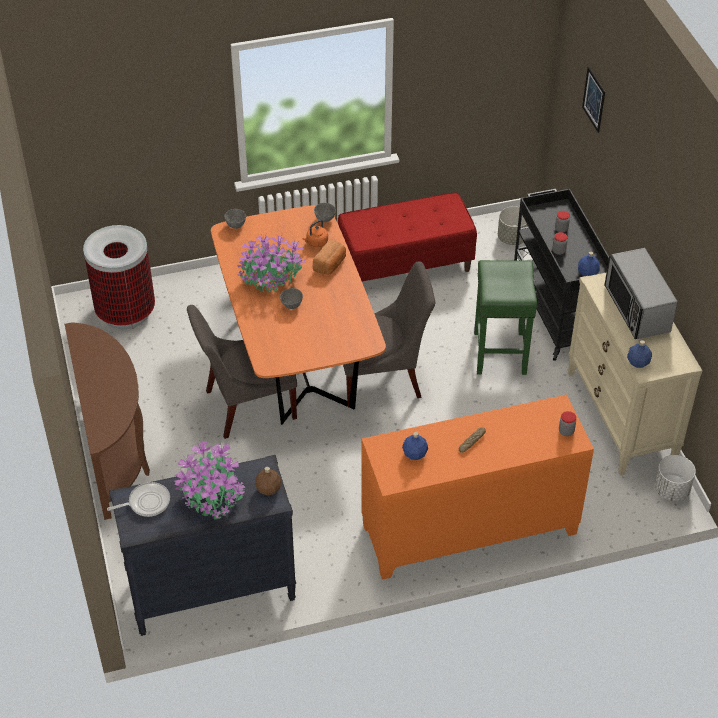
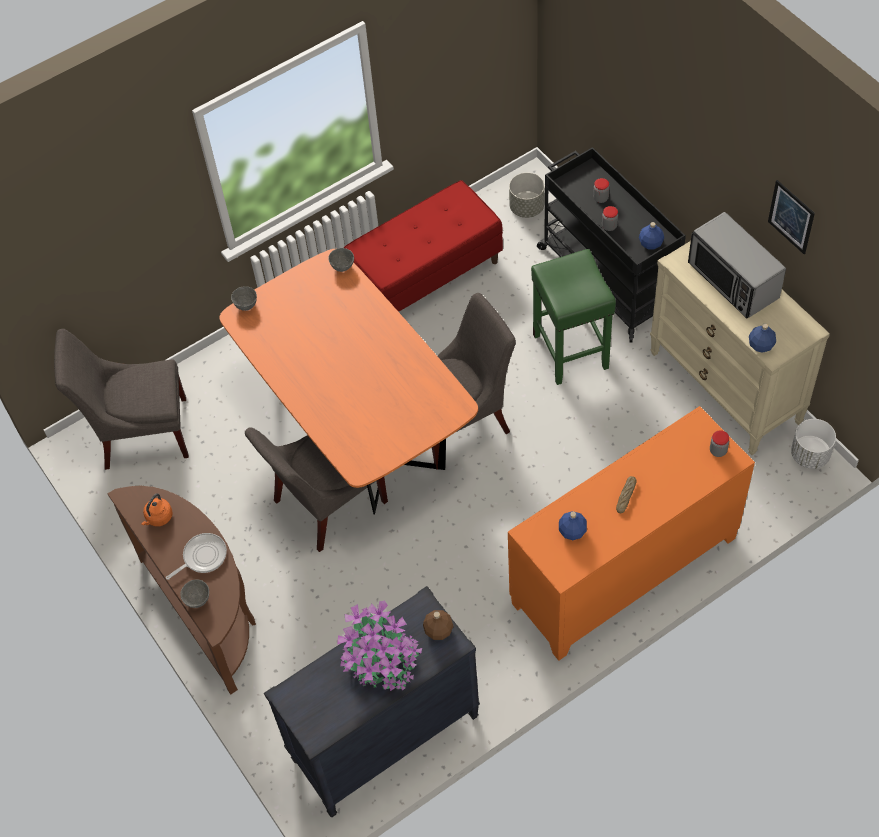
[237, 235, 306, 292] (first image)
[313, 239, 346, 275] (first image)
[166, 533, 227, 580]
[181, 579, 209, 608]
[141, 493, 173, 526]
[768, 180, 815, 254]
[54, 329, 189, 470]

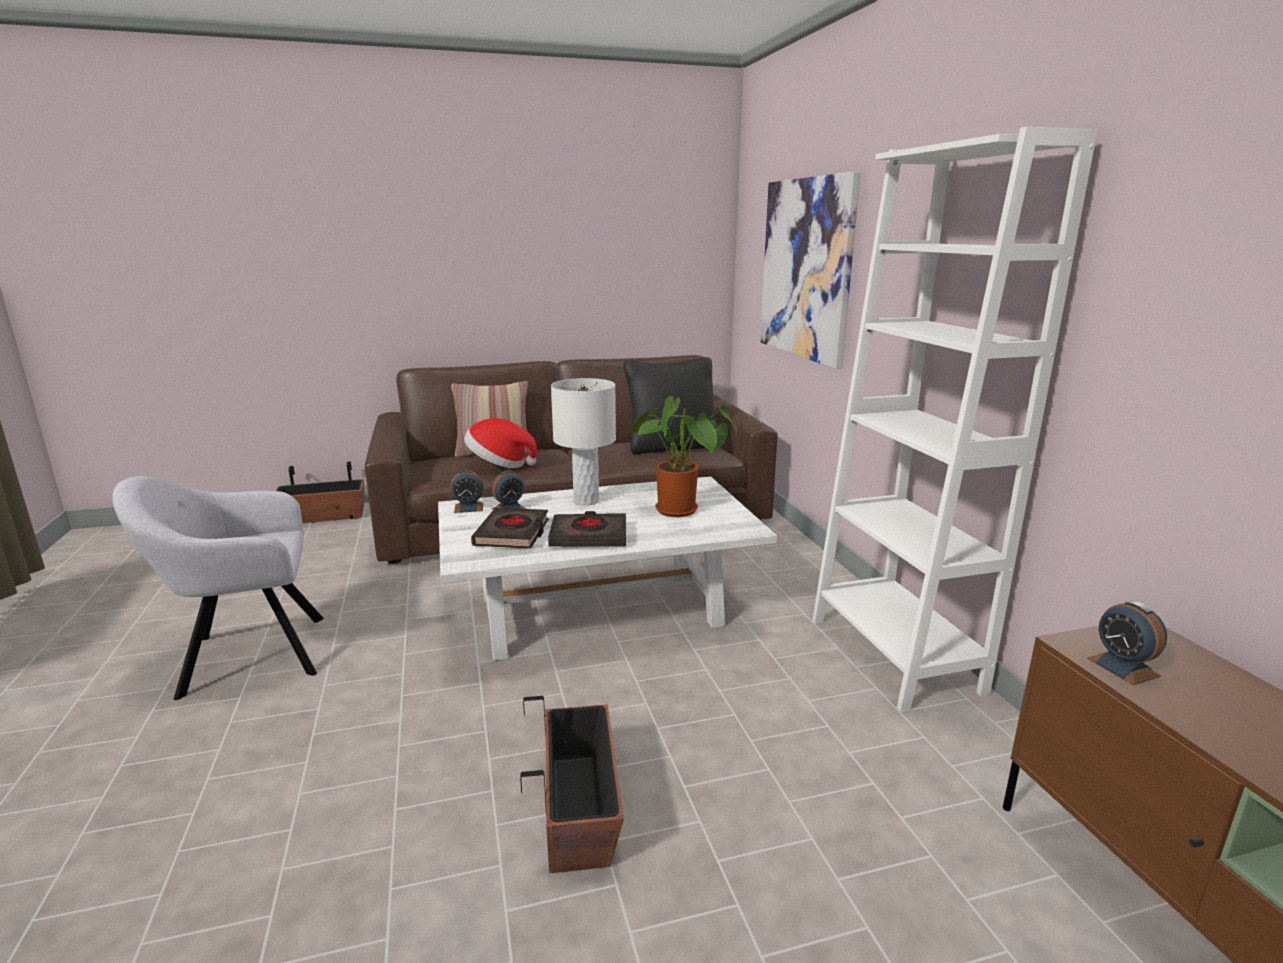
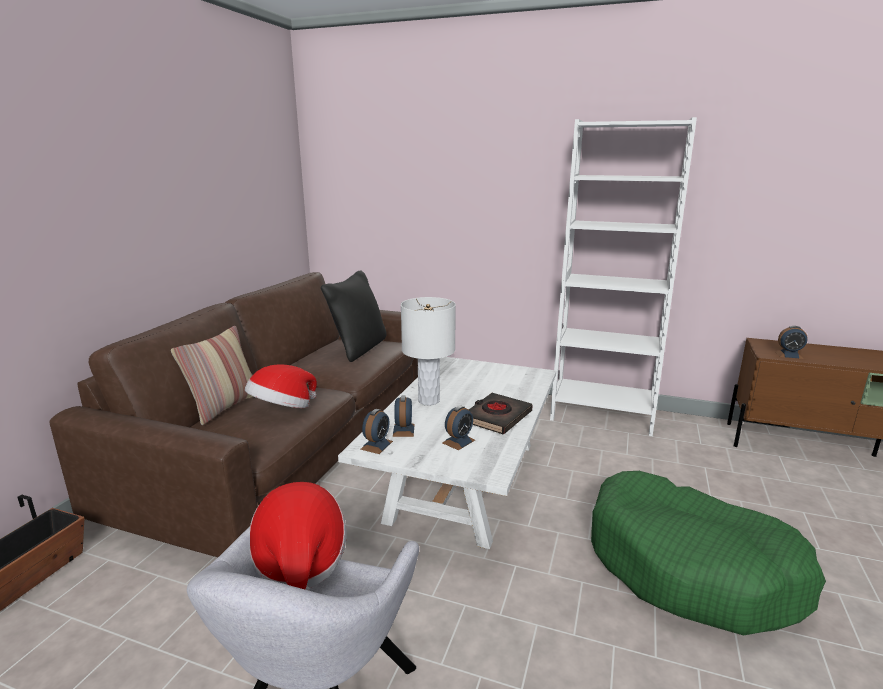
[632, 396, 737, 517] (first image)
[760, 171, 860, 369] (first image)
[249, 482, 347, 591]
[442, 406, 475, 450]
[591, 471, 826, 636]

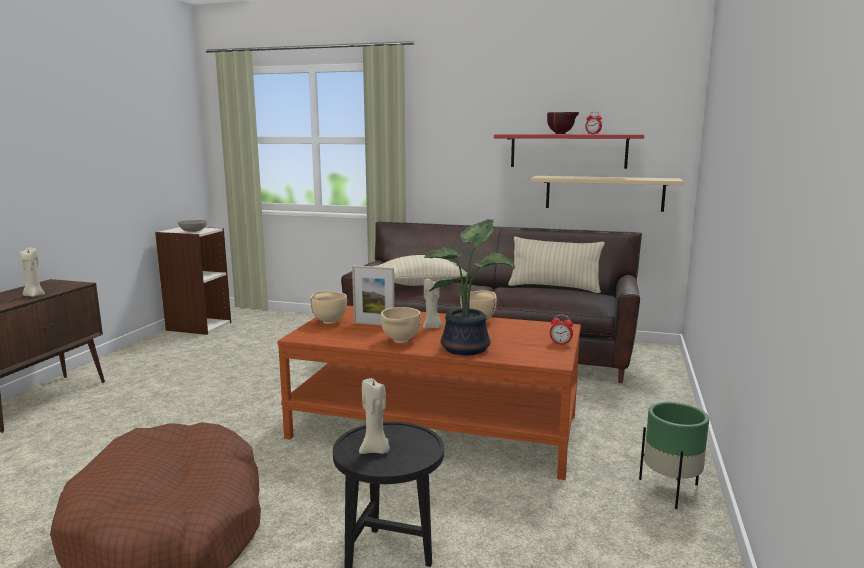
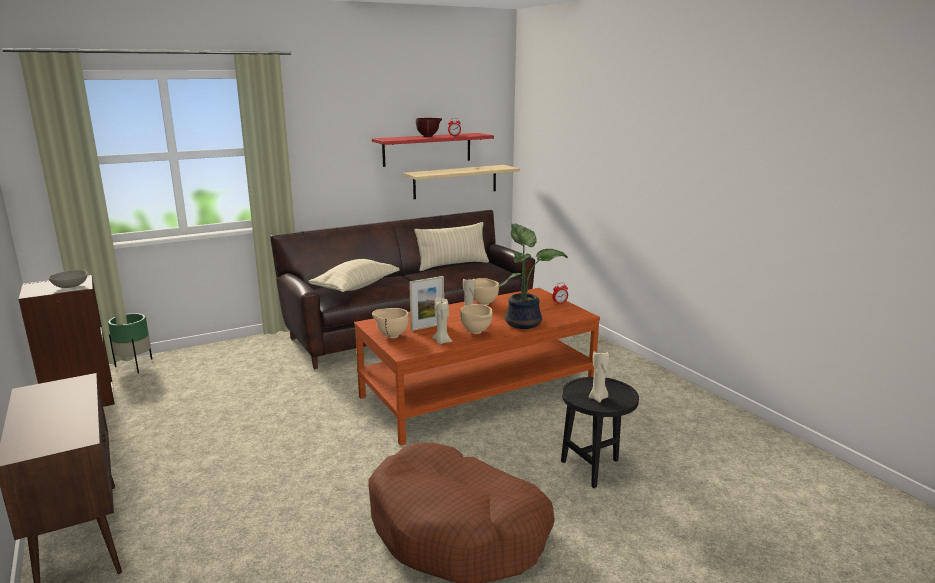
[432, 298, 452, 344]
[108, 313, 152, 373]

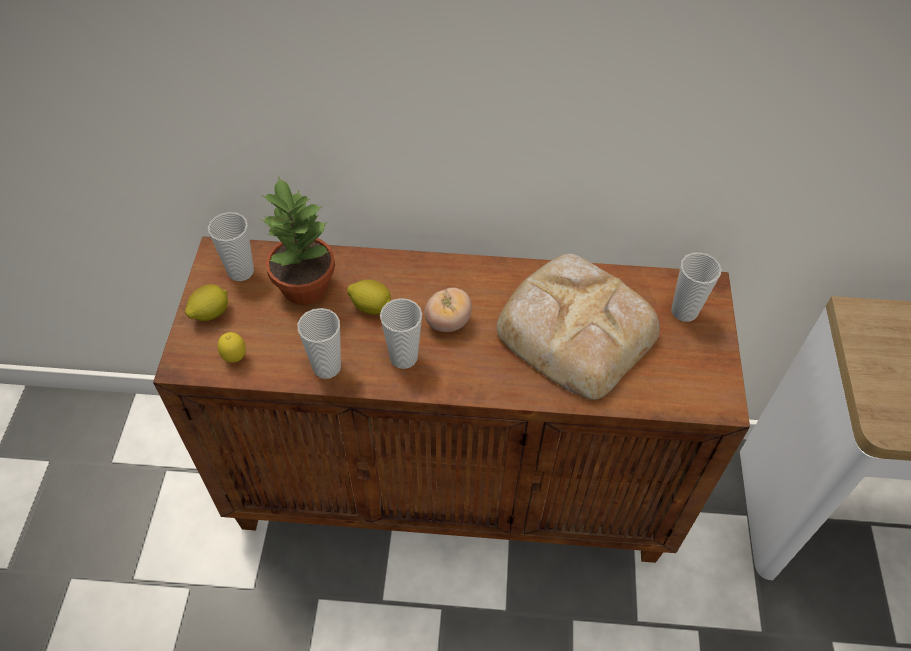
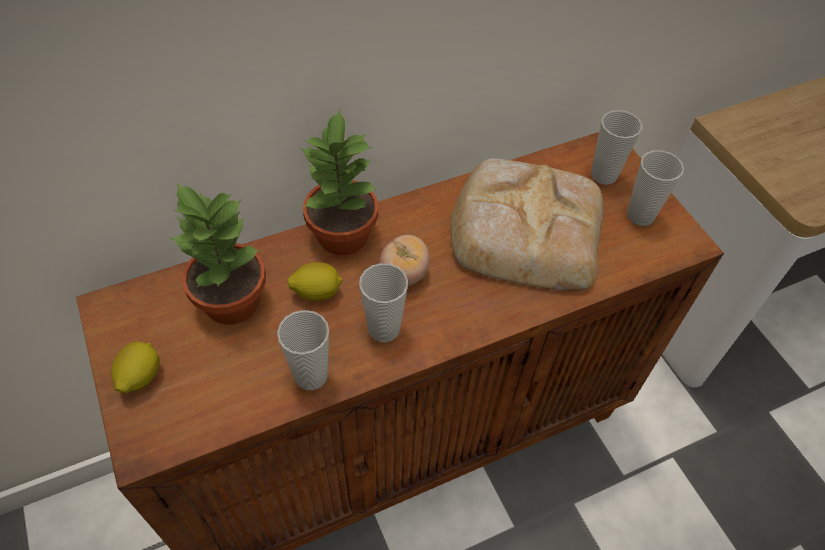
[218, 332, 246, 363] (first image)
[301, 109, 378, 255]
[627, 150, 684, 226]

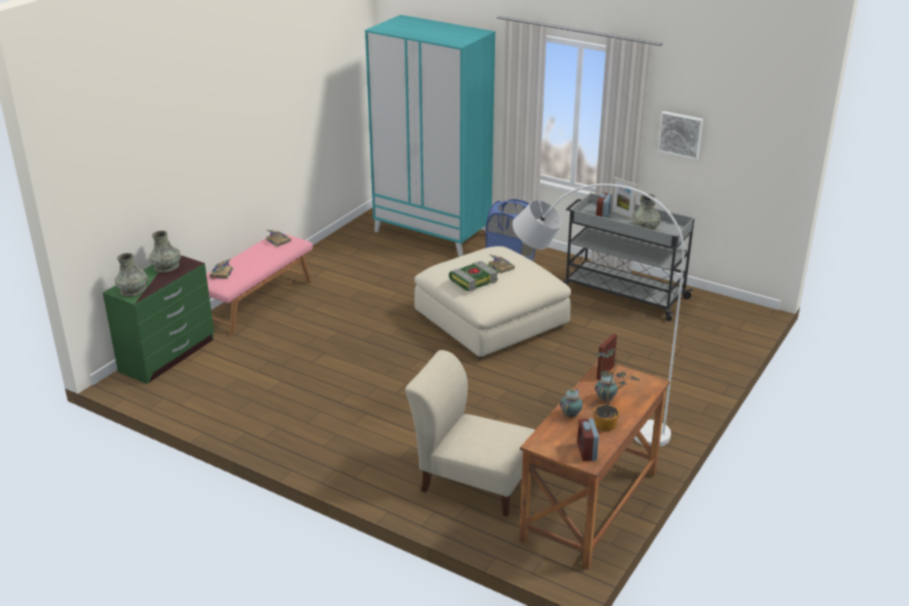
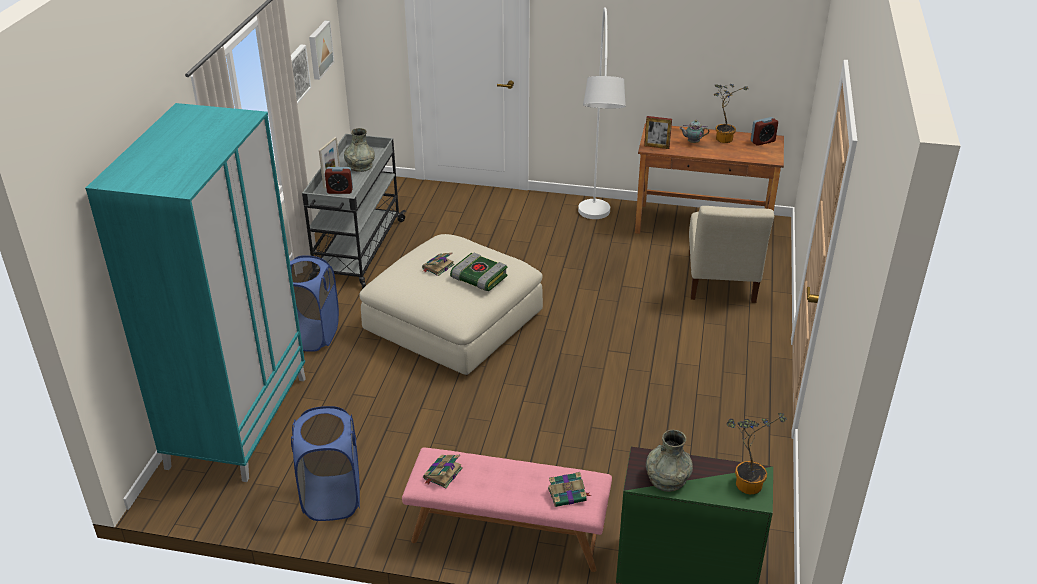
[560, 389, 583, 418] (first image)
[291, 406, 360, 521]
[309, 21, 334, 80]
[726, 413, 787, 494]

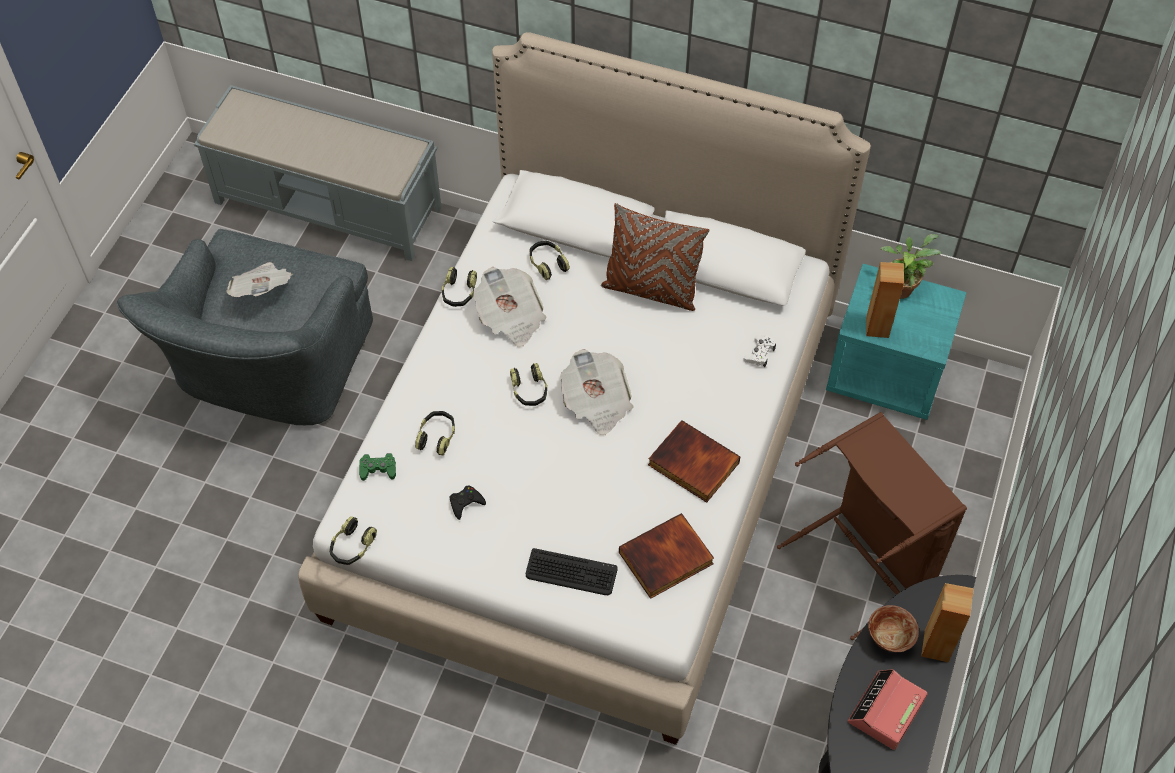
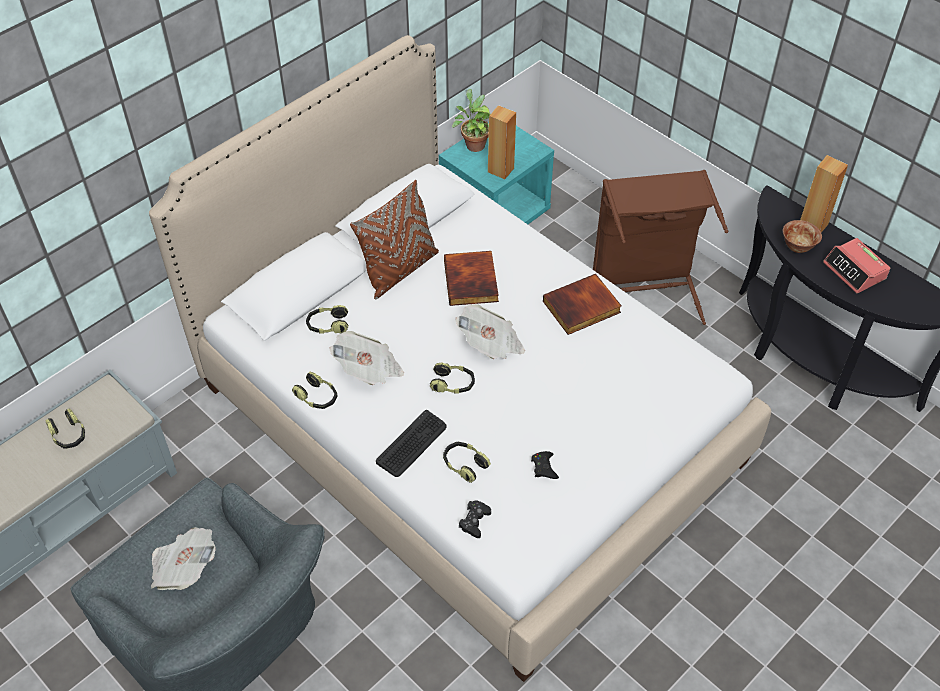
[743, 335, 776, 367] (first image)
[46, 409, 85, 449]
[376, 410, 446, 477]
[444, 251, 499, 306]
[459, 501, 491, 538]

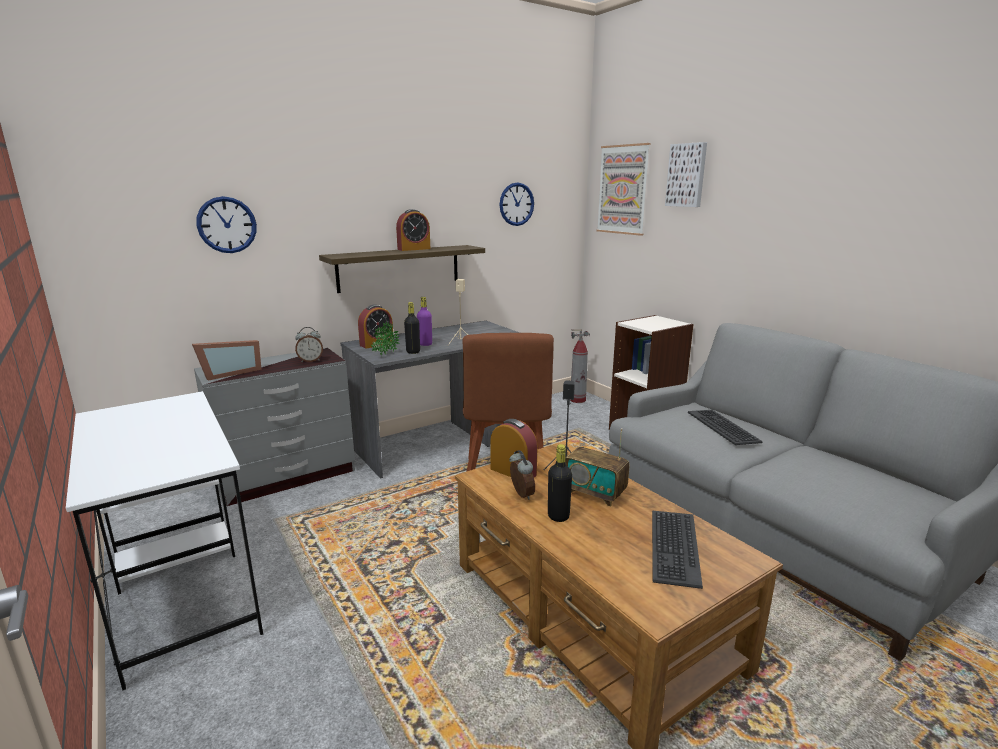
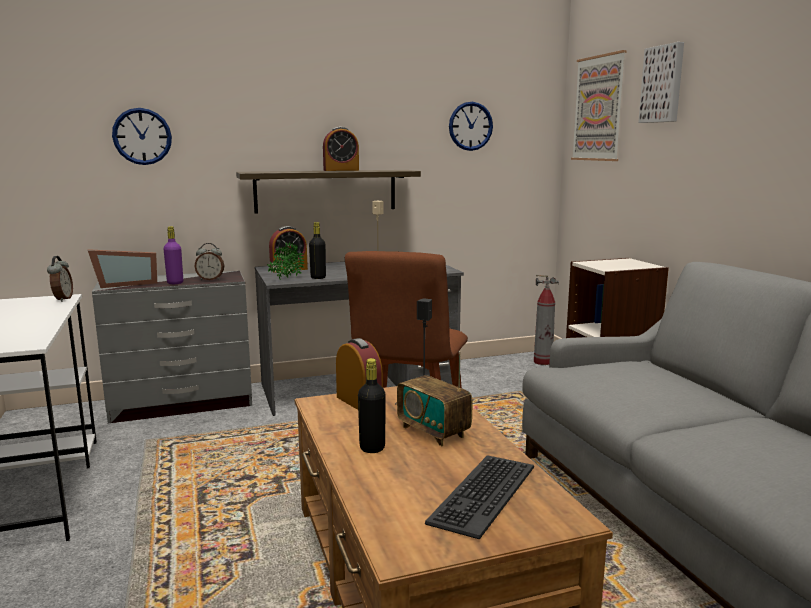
[688, 410, 762, 445] (first image)
[164, 226, 183, 284]
[47, 256, 73, 302]

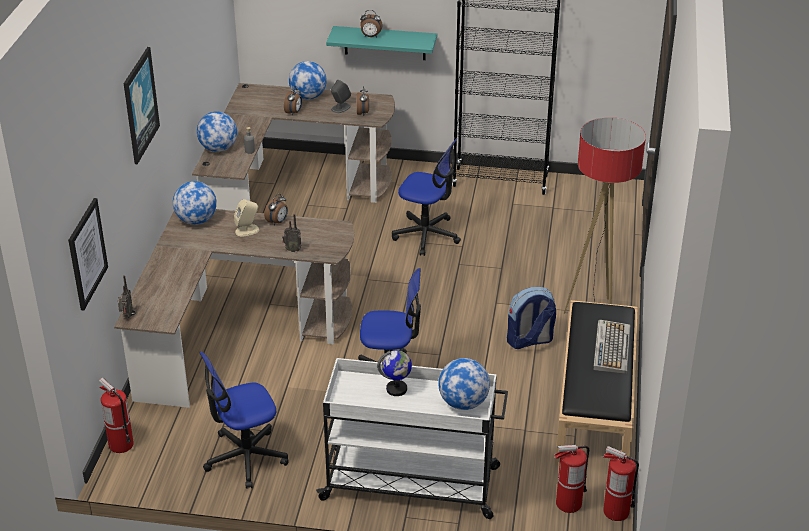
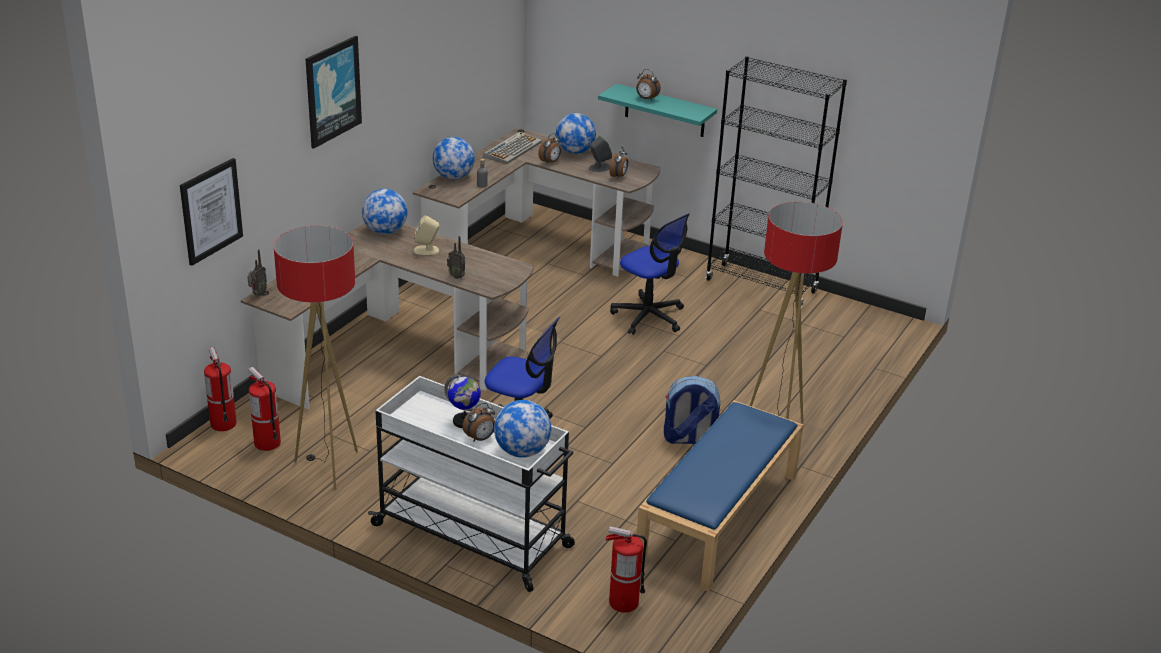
[462, 403, 495, 442]
[483, 132, 542, 164]
[248, 367, 281, 451]
[274, 226, 358, 489]
[637, 401, 804, 592]

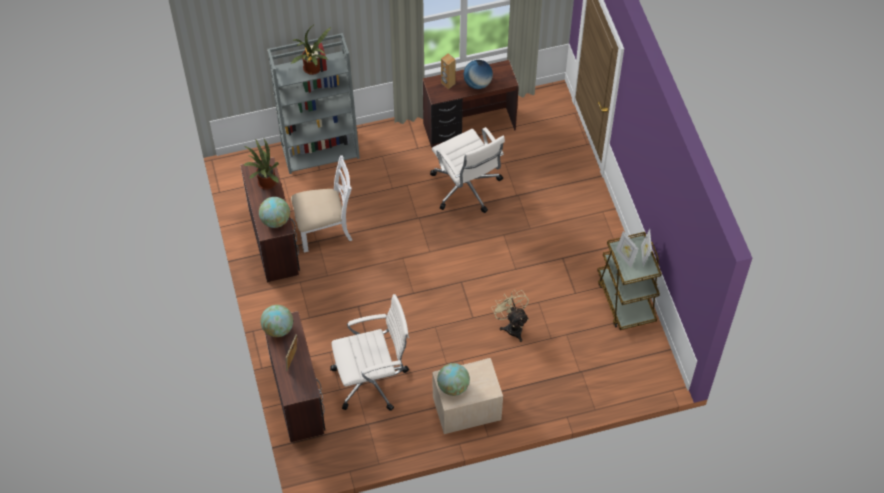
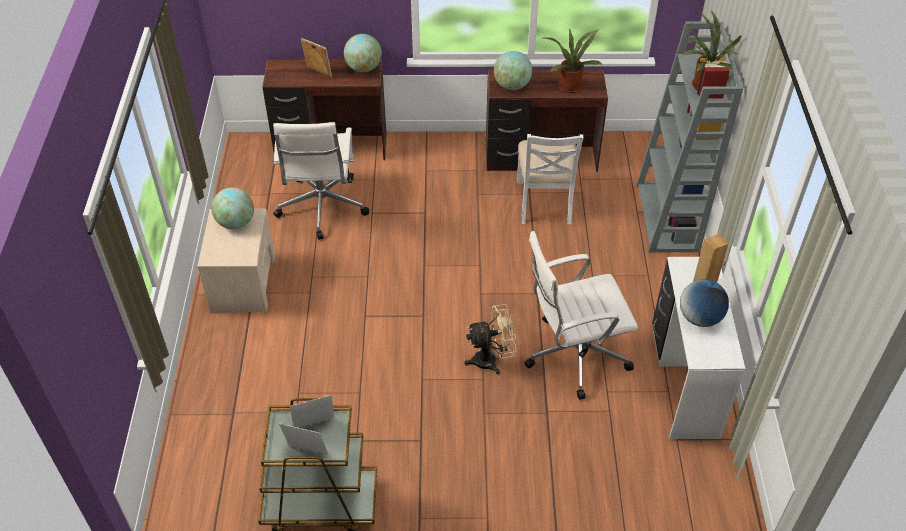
[464, 304, 517, 374]
[652, 257, 746, 439]

